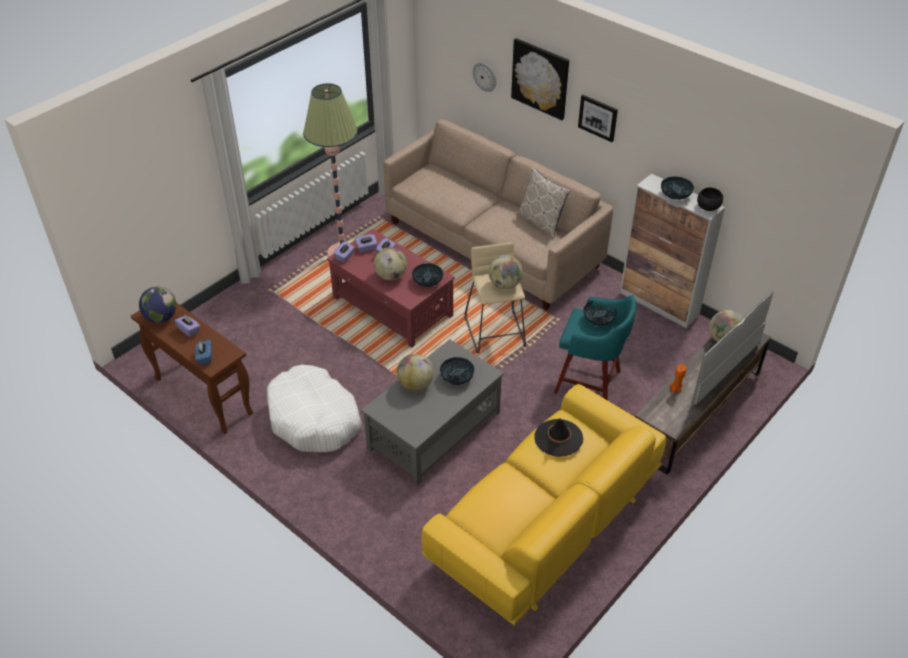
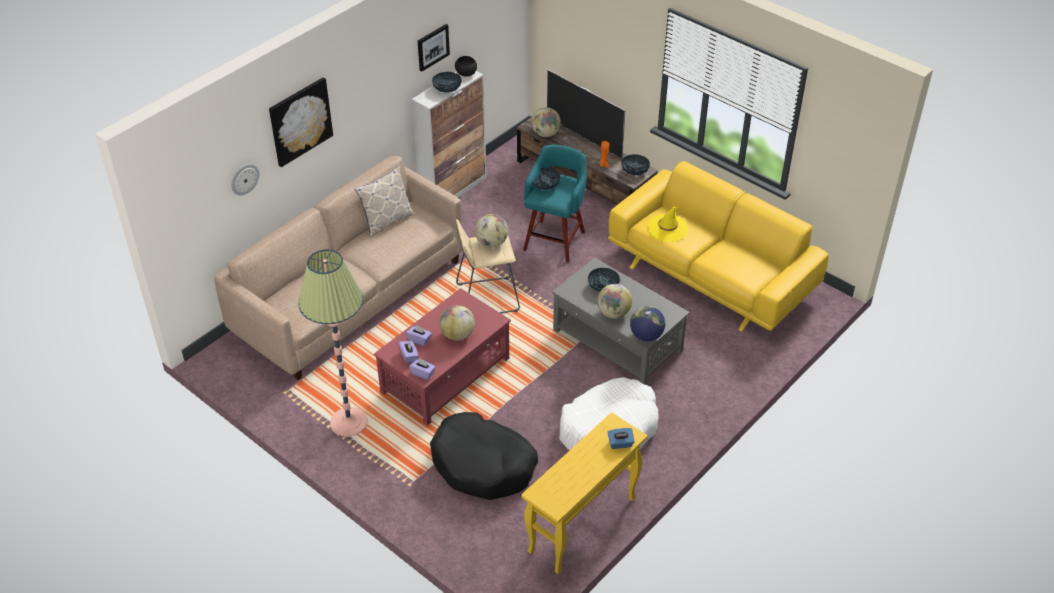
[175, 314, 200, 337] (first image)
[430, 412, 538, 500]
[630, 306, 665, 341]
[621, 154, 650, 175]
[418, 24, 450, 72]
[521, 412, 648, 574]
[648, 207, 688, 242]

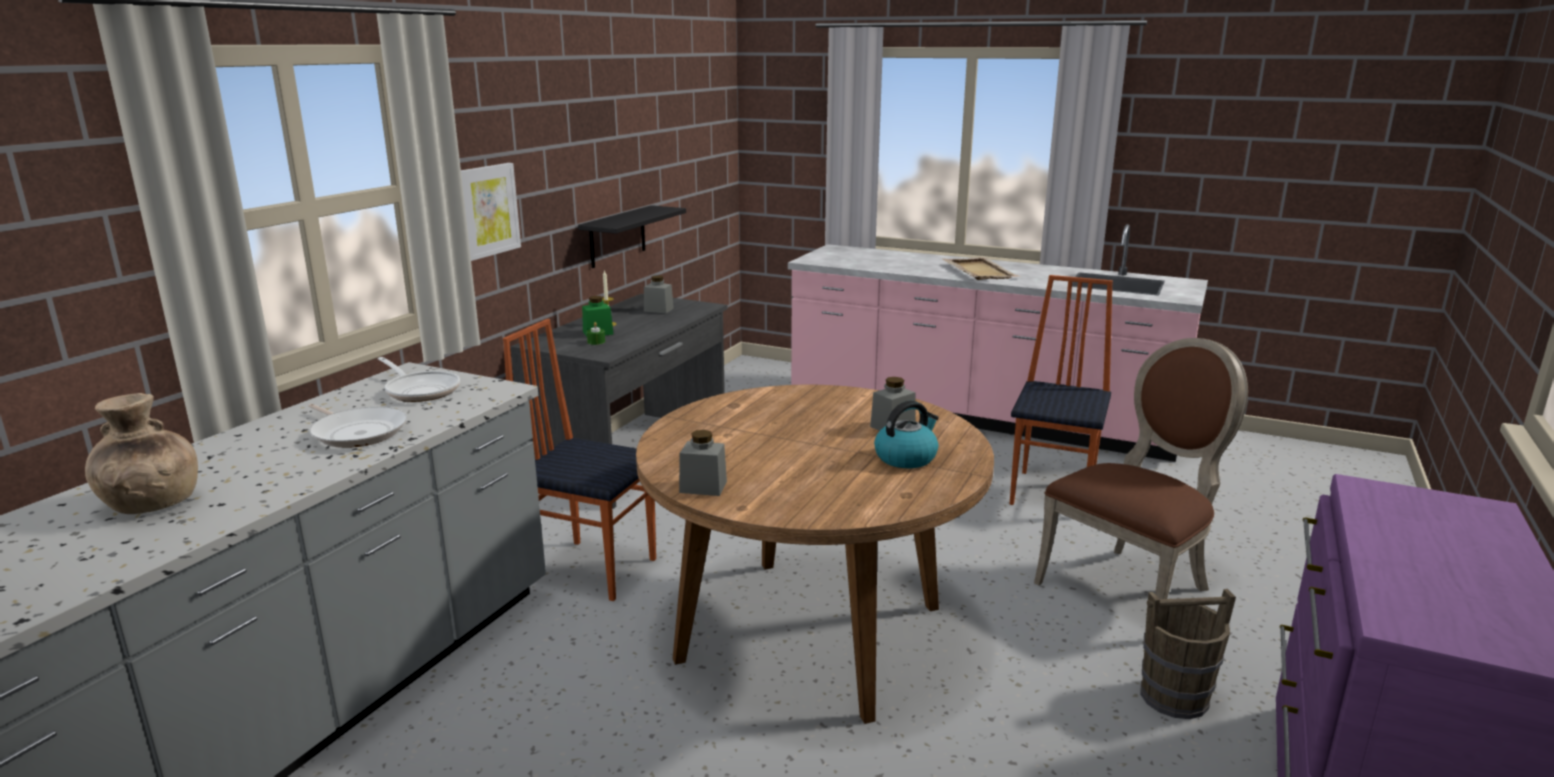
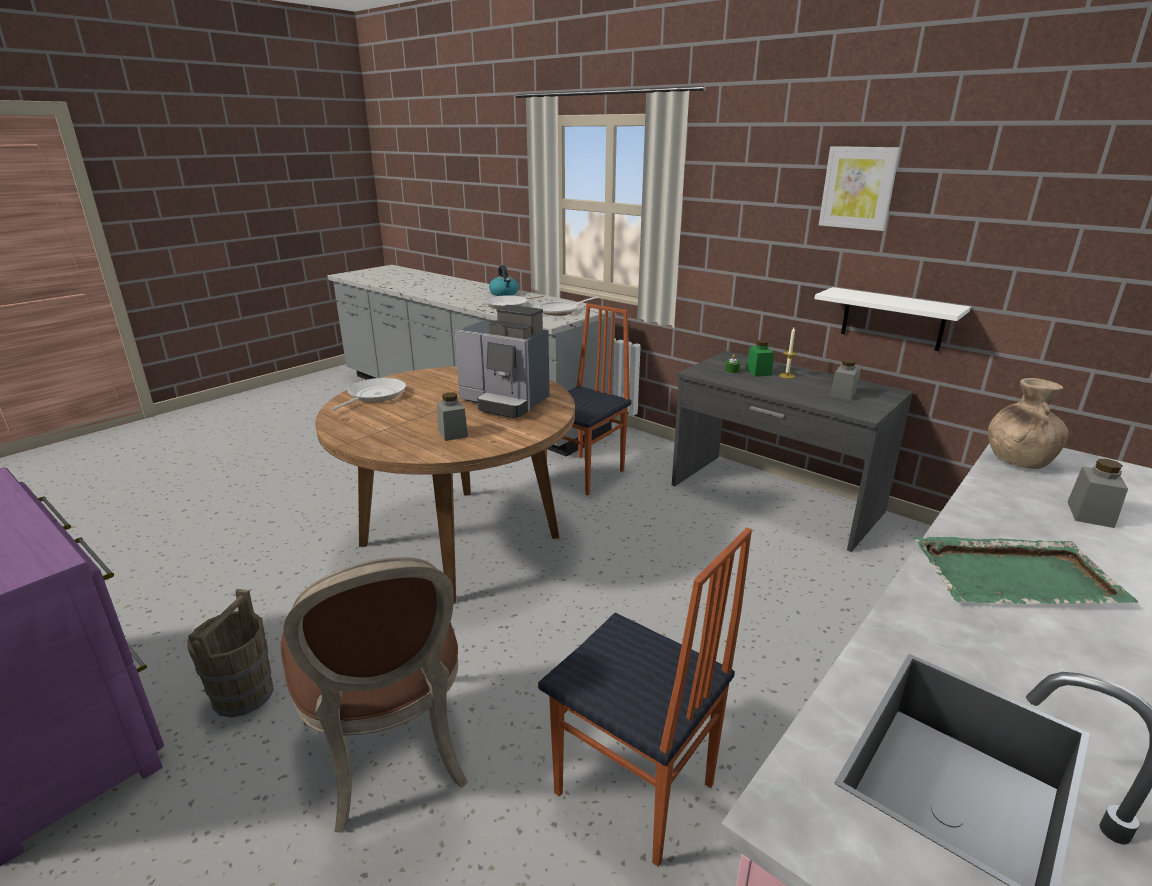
[331, 378, 406, 411]
[454, 305, 550, 419]
[988, 378, 1069, 469]
[819, 146, 900, 231]
[1067, 459, 1128, 528]
[489, 265, 518, 296]
[815, 287, 971, 351]
[914, 537, 1138, 604]

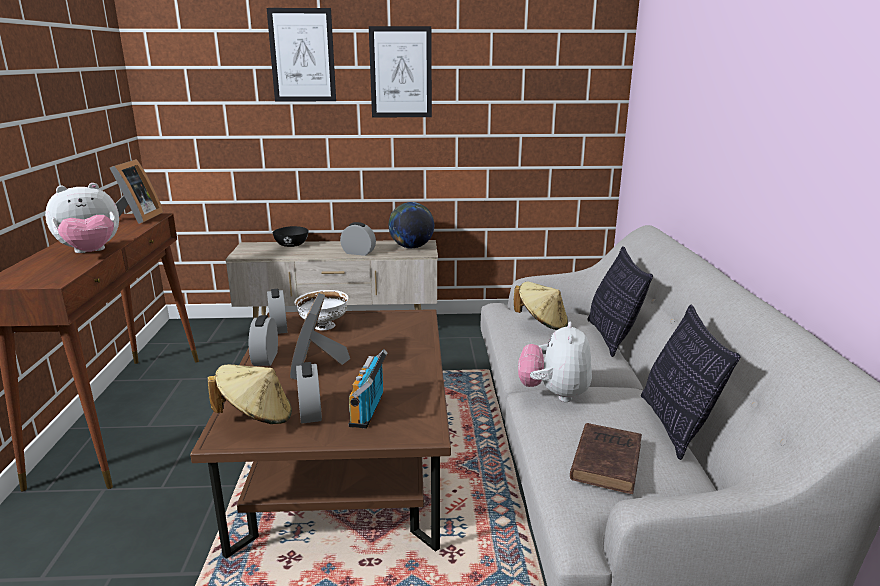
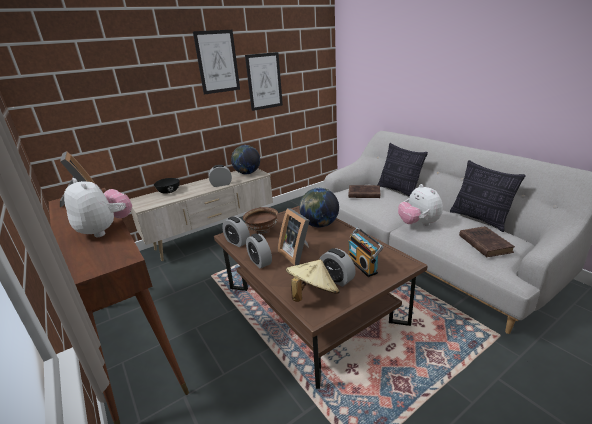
[299, 188, 339, 227]
[245, 52, 283, 111]
[348, 185, 380, 198]
[243, 207, 278, 235]
[64, 178, 132, 237]

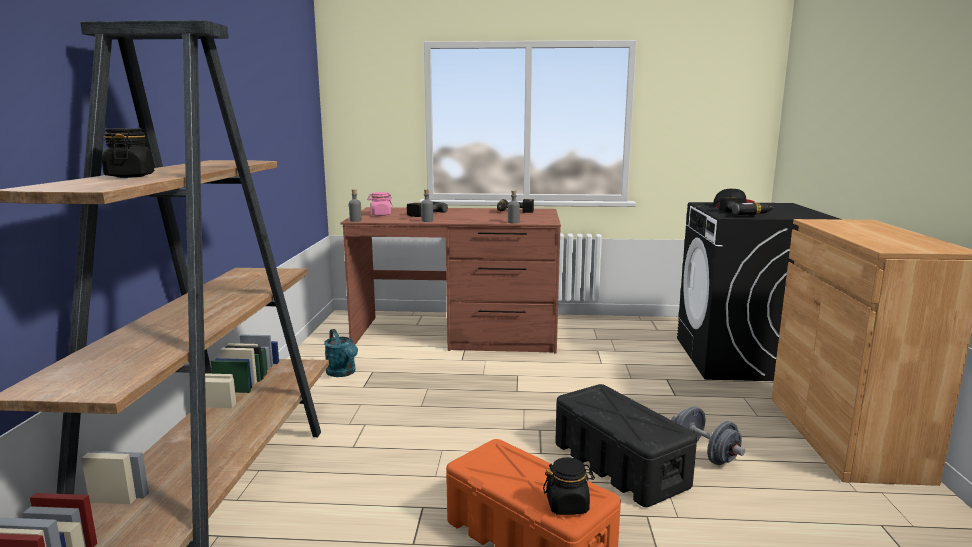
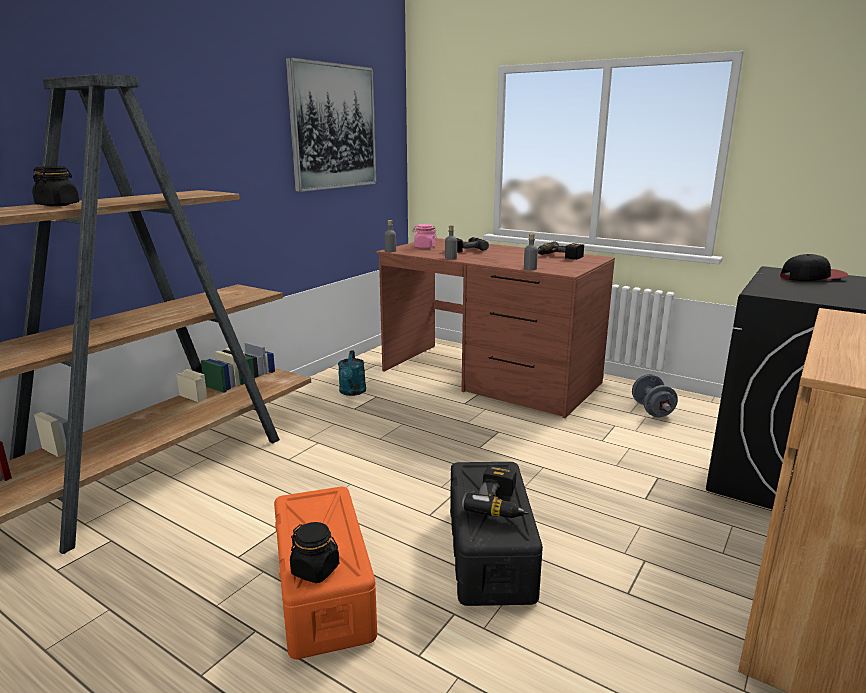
[286, 57, 376, 192]
[632, 374, 678, 417]
[462, 465, 529, 518]

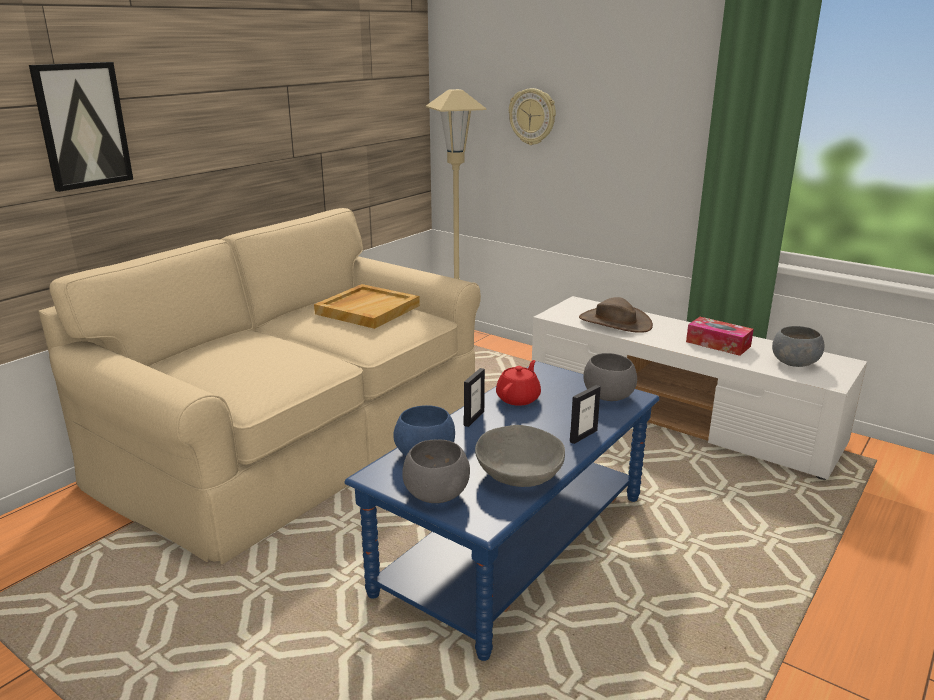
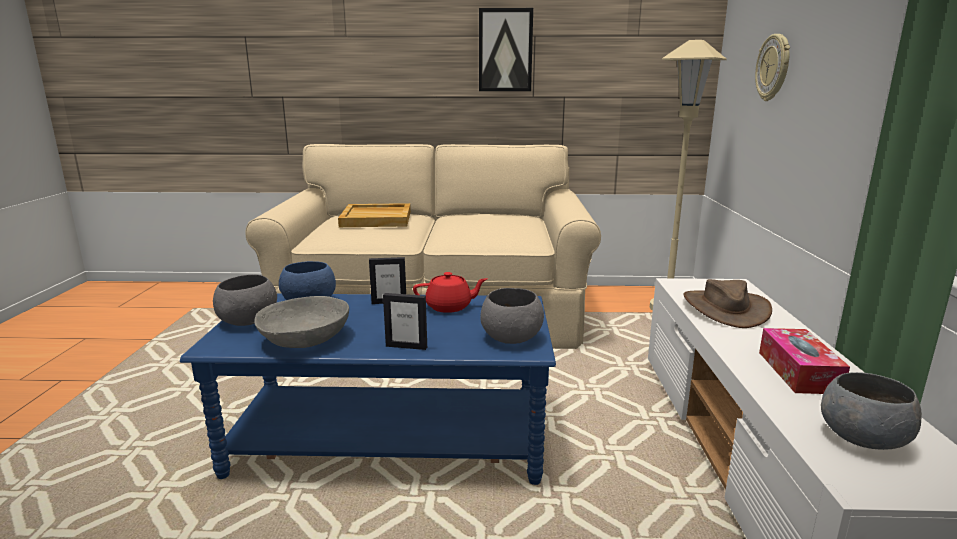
[479, 8, 533, 91]
[338, 203, 411, 227]

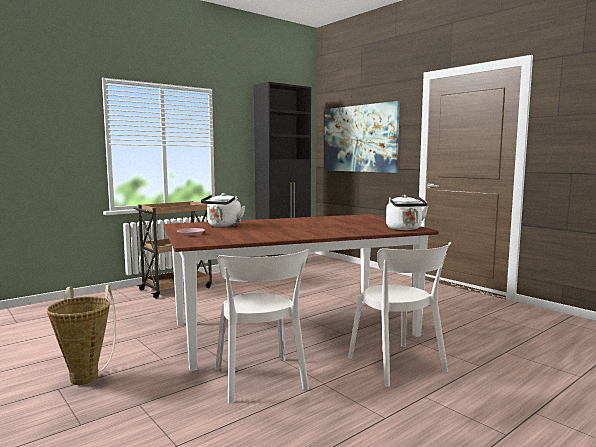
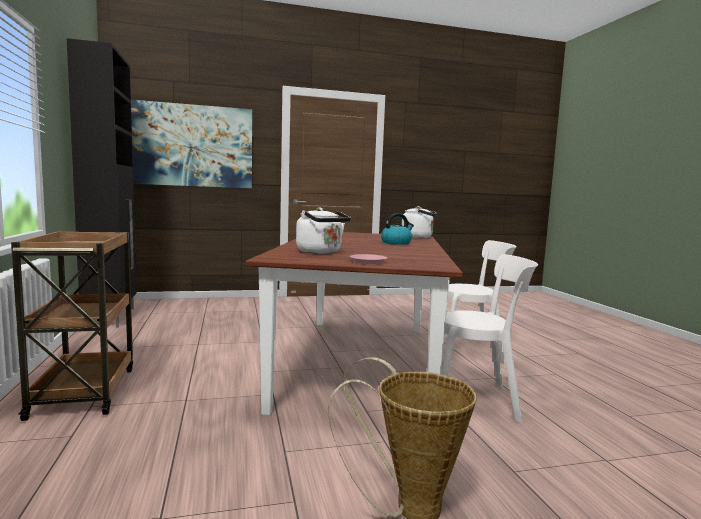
[381, 213, 414, 245]

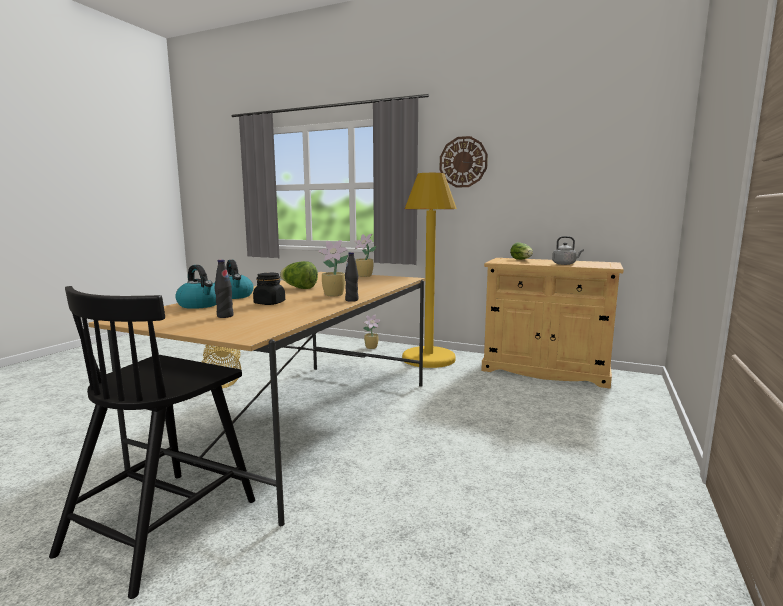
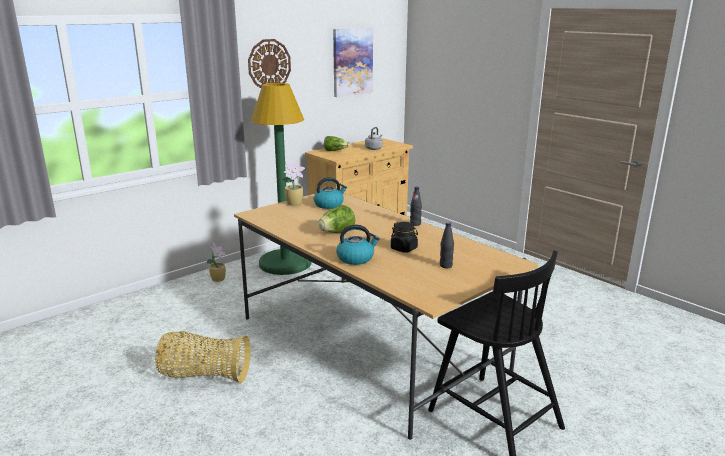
[318, 240, 348, 296] (first image)
[333, 28, 373, 97]
[314, 177, 347, 209]
[251, 83, 311, 275]

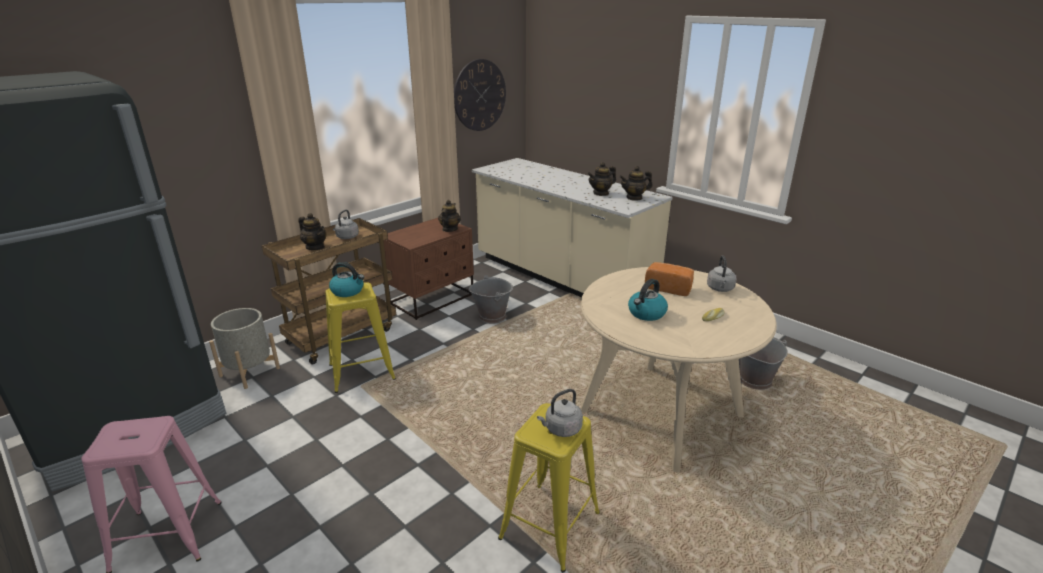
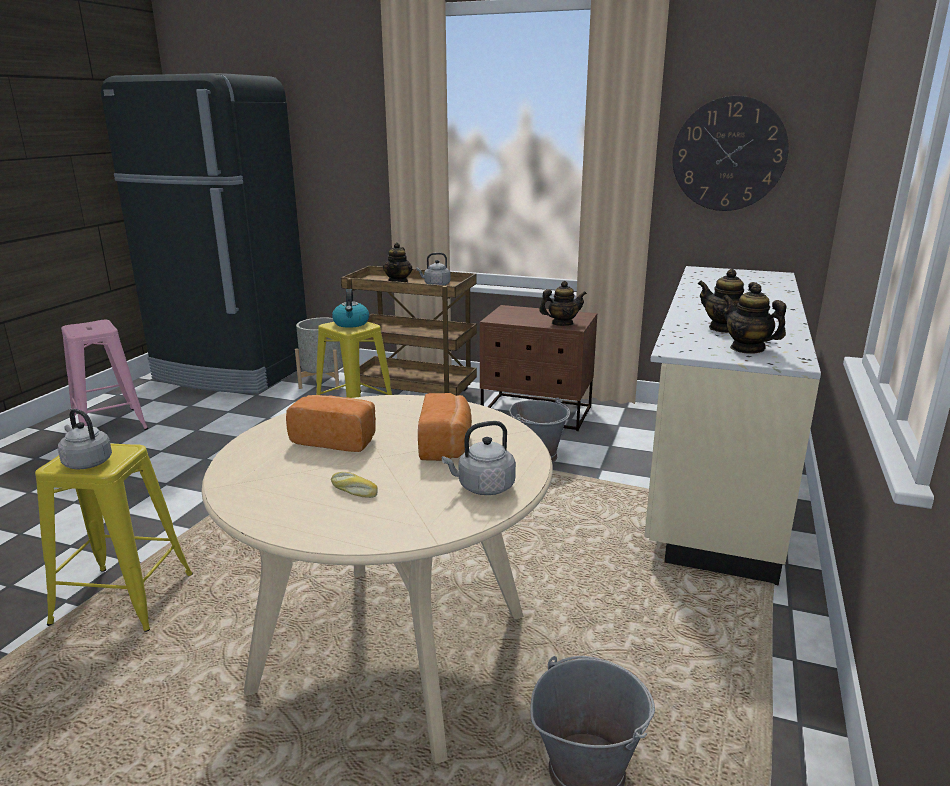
[286, 395, 376, 452]

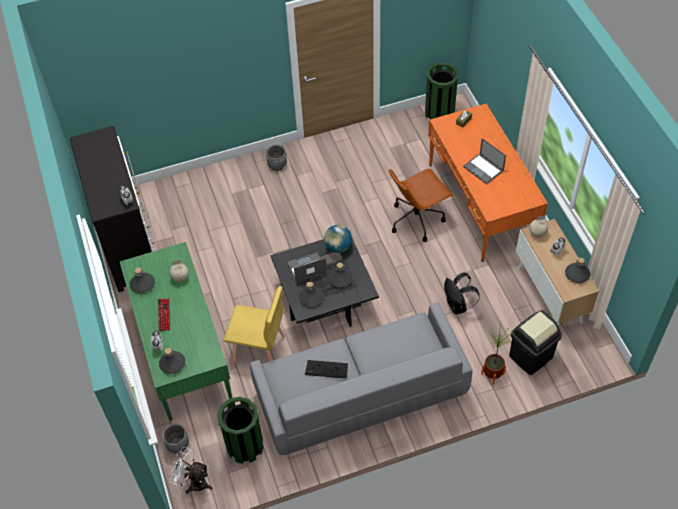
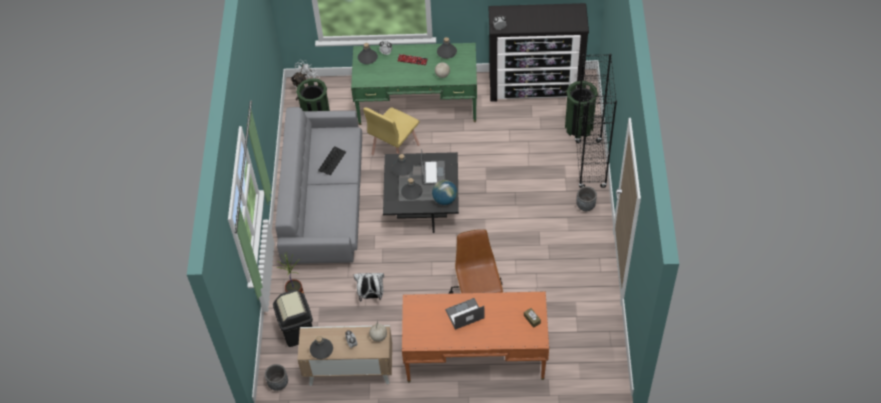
[575, 54, 617, 188]
[265, 364, 288, 391]
[565, 81, 598, 138]
[354, 273, 384, 301]

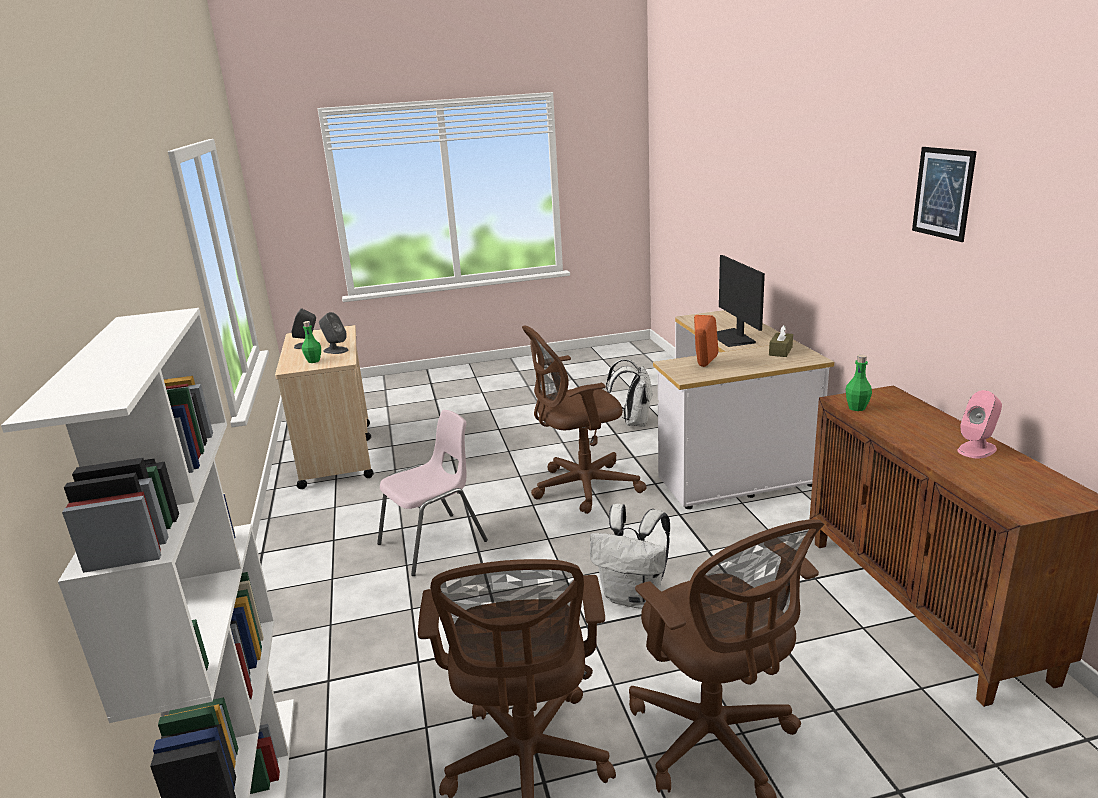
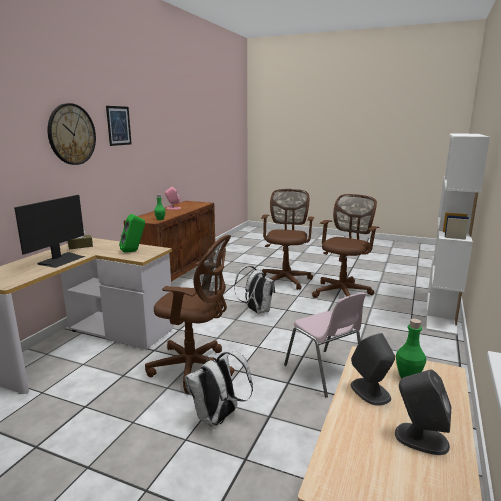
[47, 103, 96, 165]
[185, 351, 253, 427]
[119, 214, 145, 253]
[284, 293, 366, 397]

